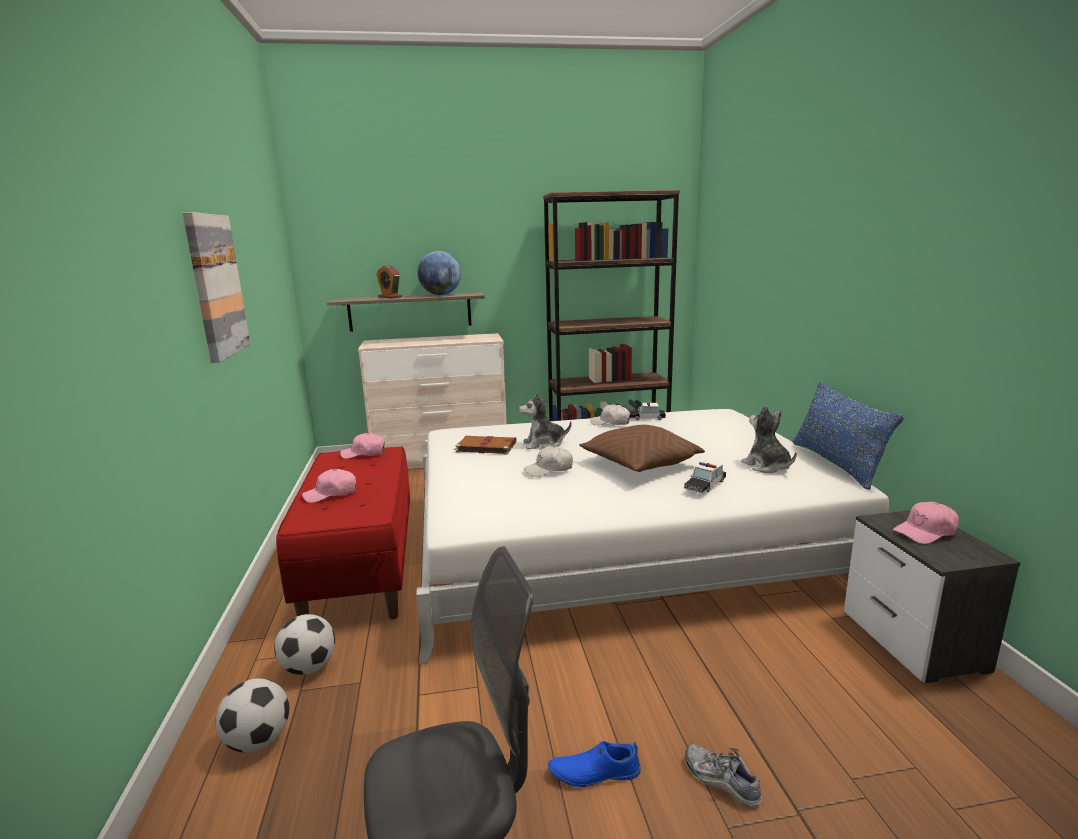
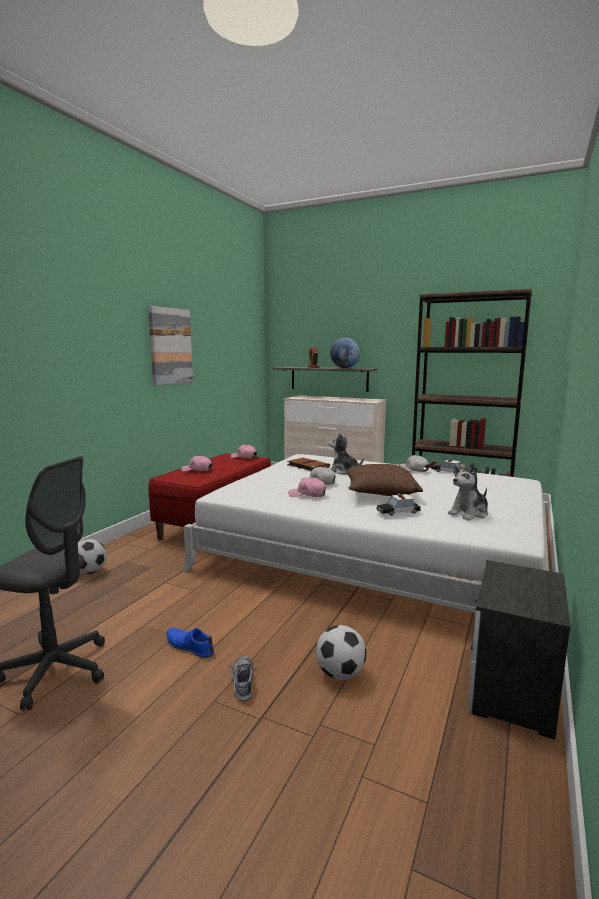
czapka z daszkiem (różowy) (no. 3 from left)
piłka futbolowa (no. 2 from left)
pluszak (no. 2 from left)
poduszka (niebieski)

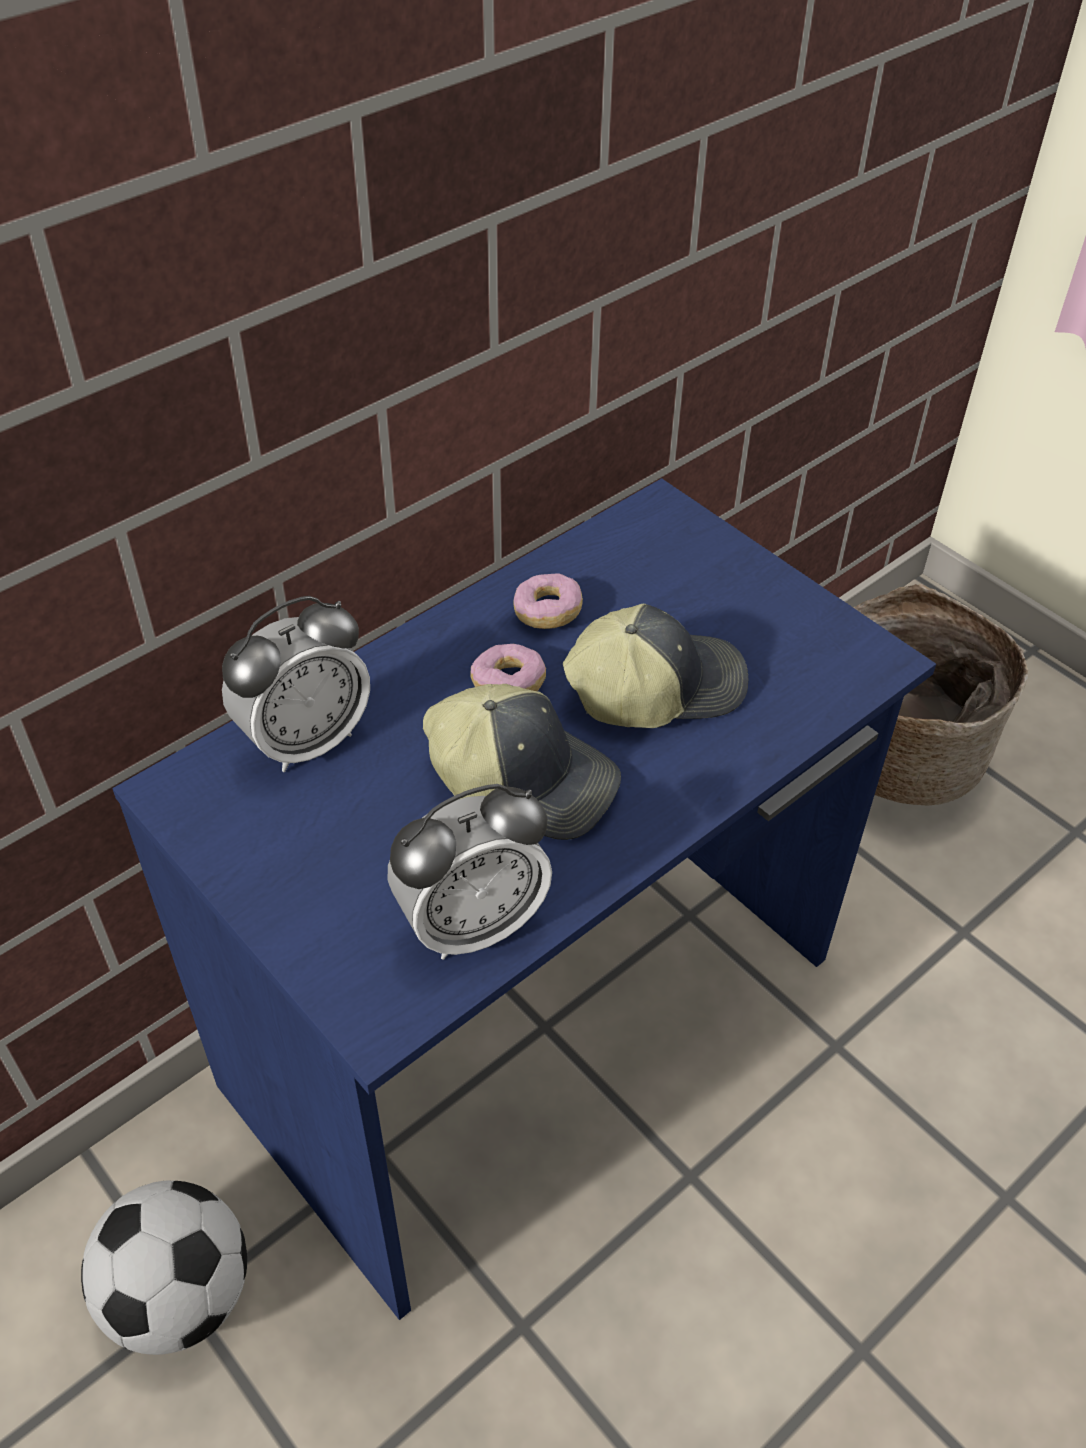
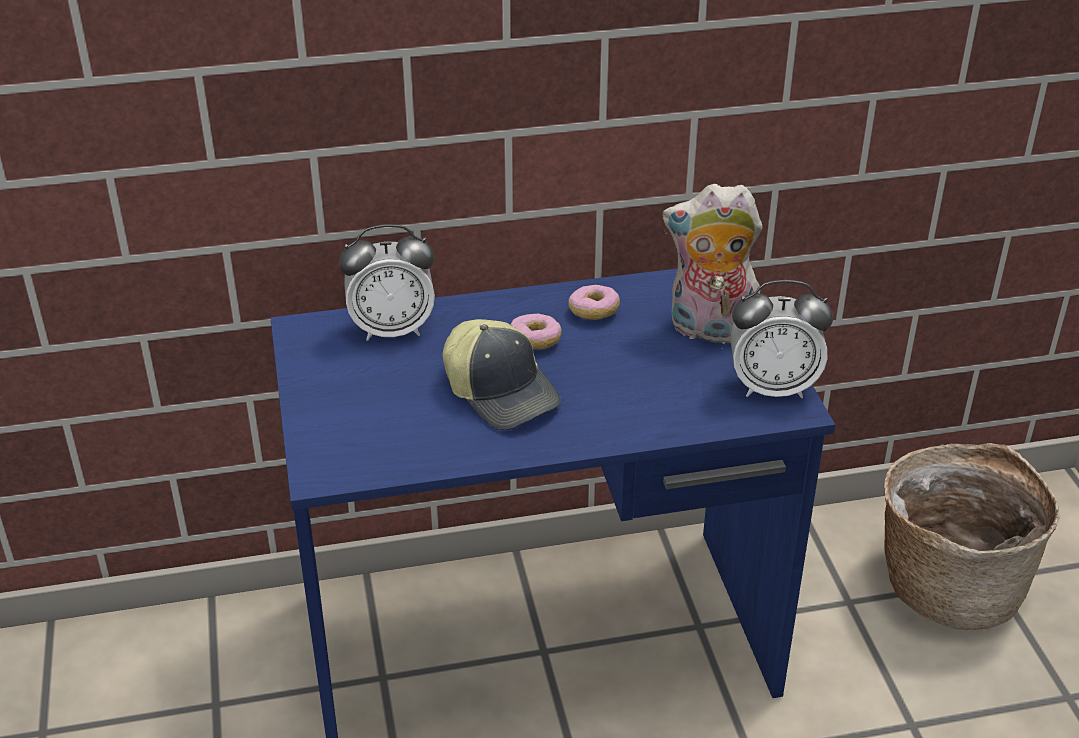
pluszak
budzik (no. 2 from left)
piłka futbolowa
czapka z daszkiem (no. 2 from left in the first image)

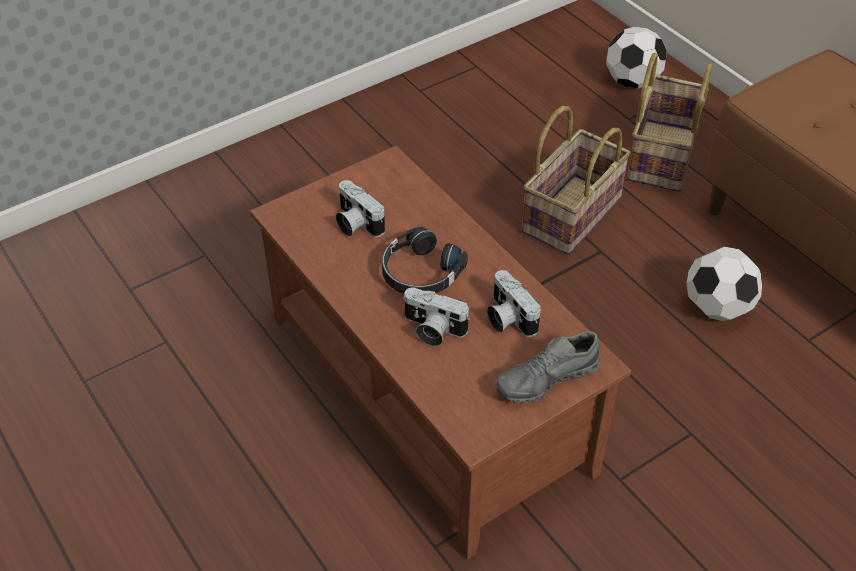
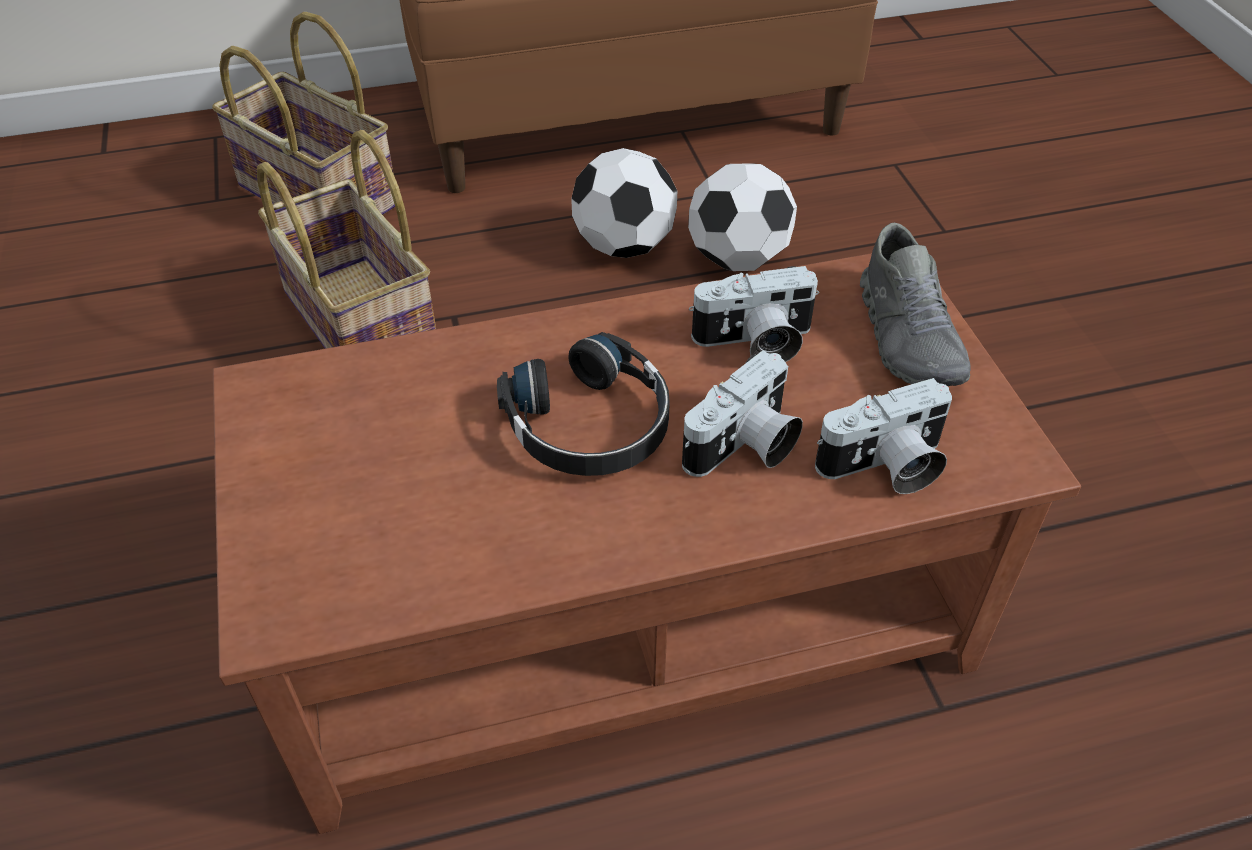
piłka futbolowa (no. 2 from left)
aparat fotograficzny (no. 3 from left)

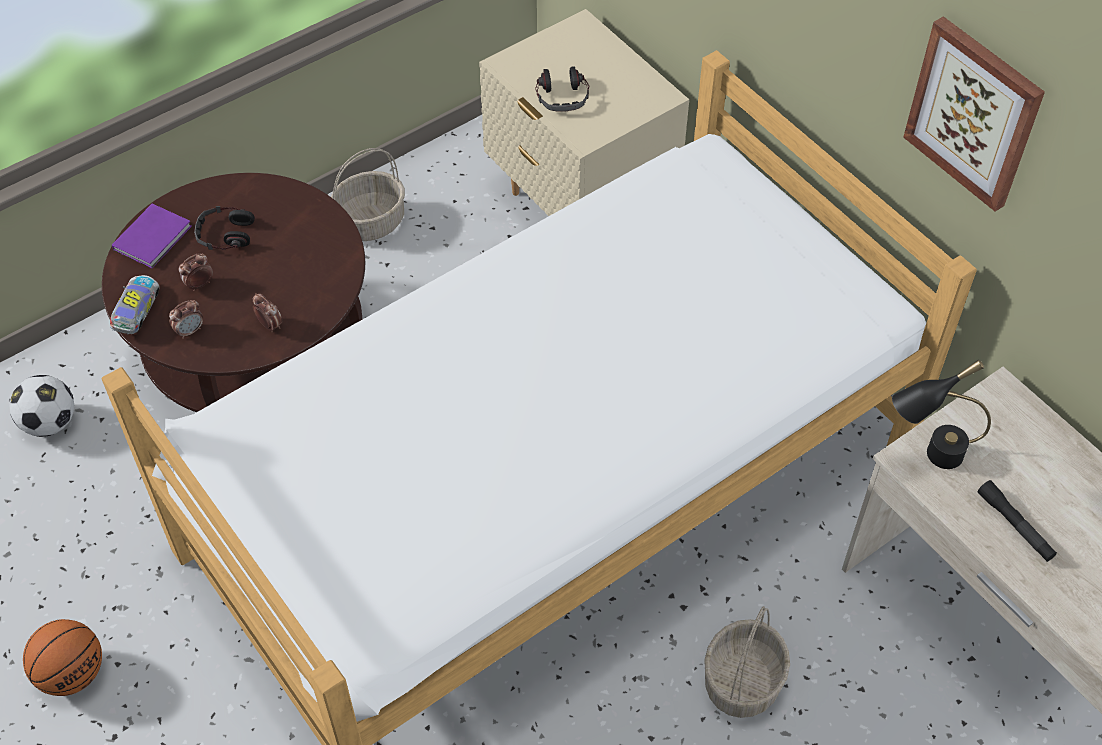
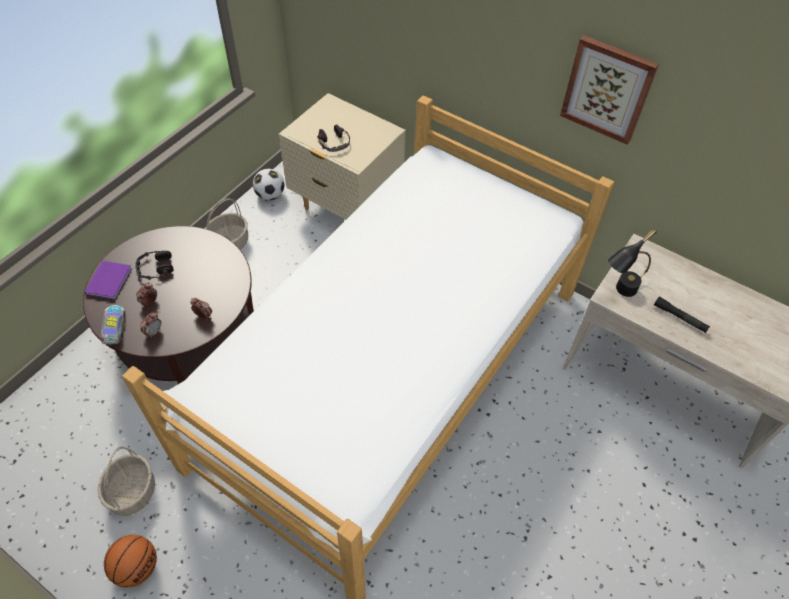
koszyk (no. 1 from left)
piłka futbolowa

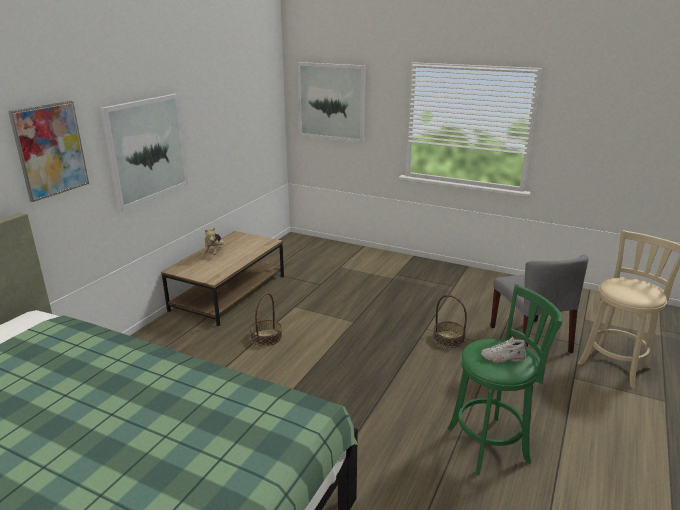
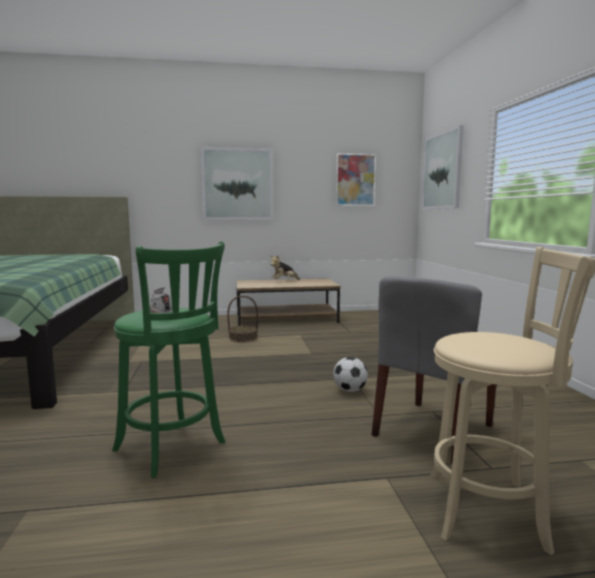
piłka futbolowa
obraz (no. 2 from left)

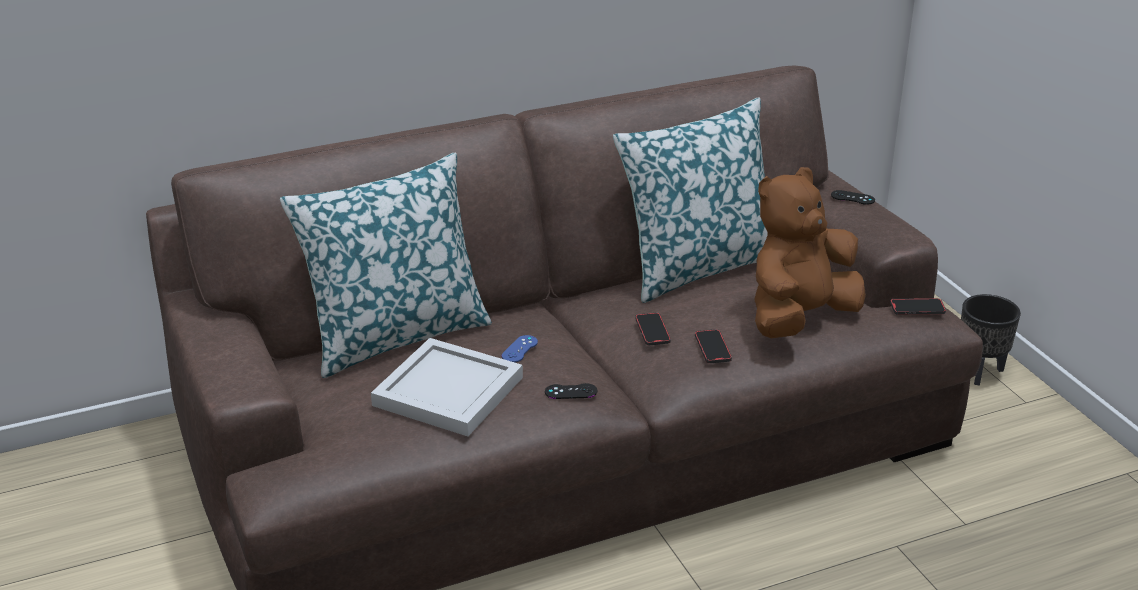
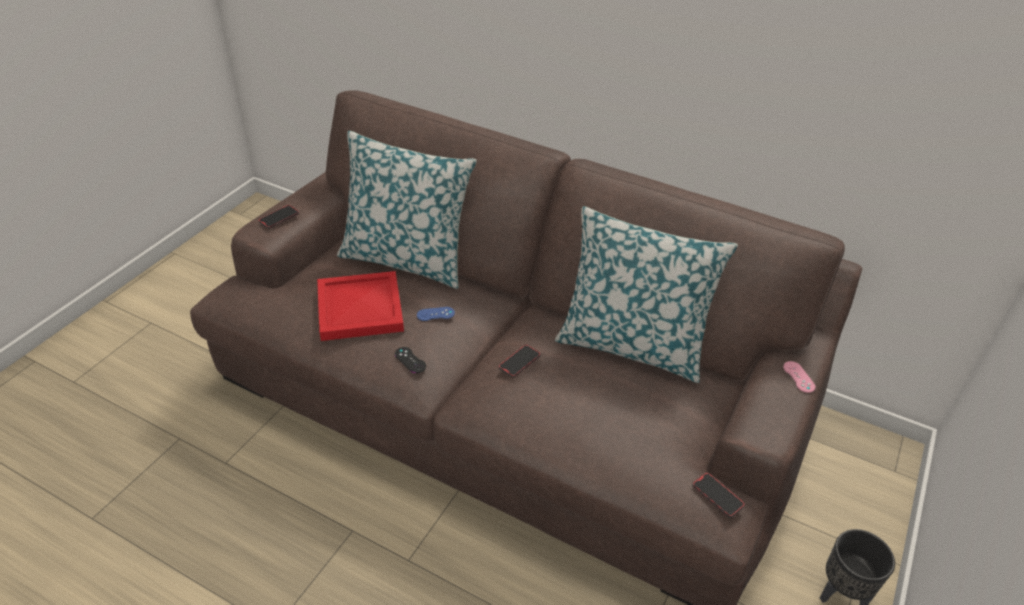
telefon (no. 1 from left)
taca (czerwony)
pad do gier (różowy)
pluszak (brązowy)

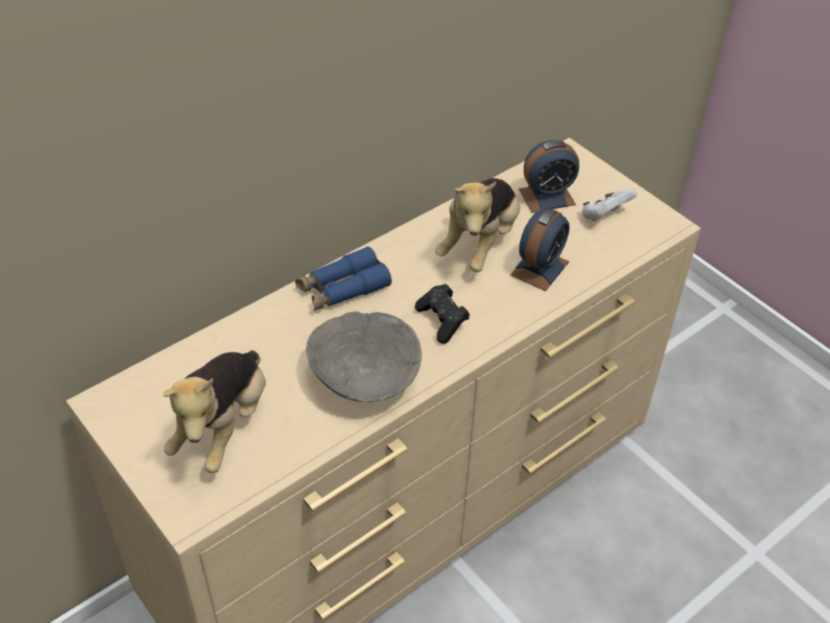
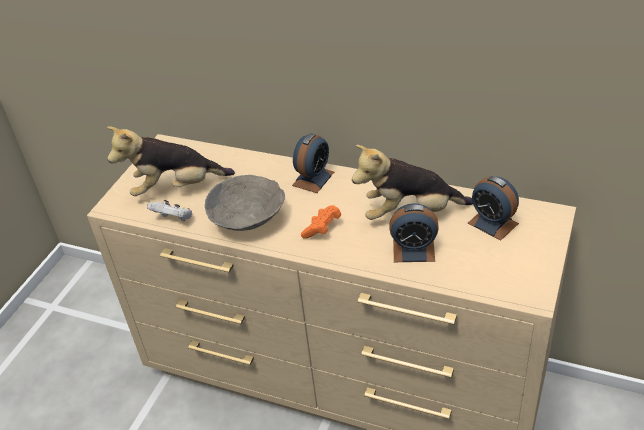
pad do gier (biały)
budzik (no. 1 from left)
pad do gier (pomarańczowy)

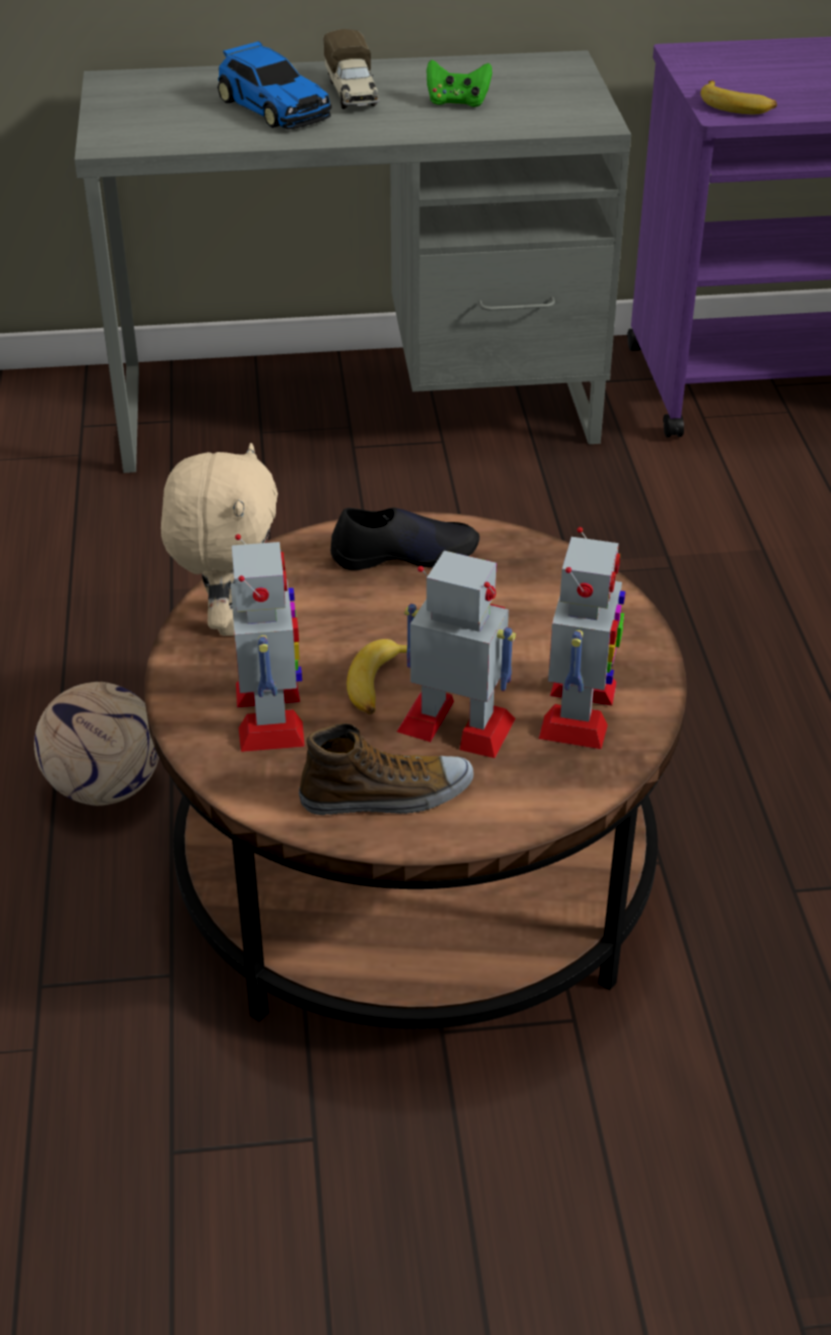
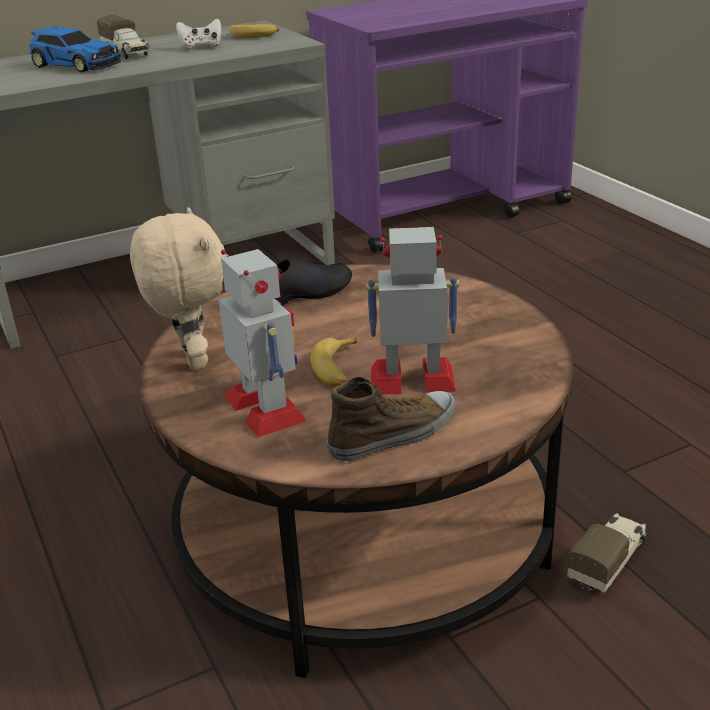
pad do gier (biały)
banan (no. 1 from left)
ciężarówka zabawkowa (no. 2 from left)
piłka futbolowa
robot zabawkowy (no. 3 from left in the first image)

